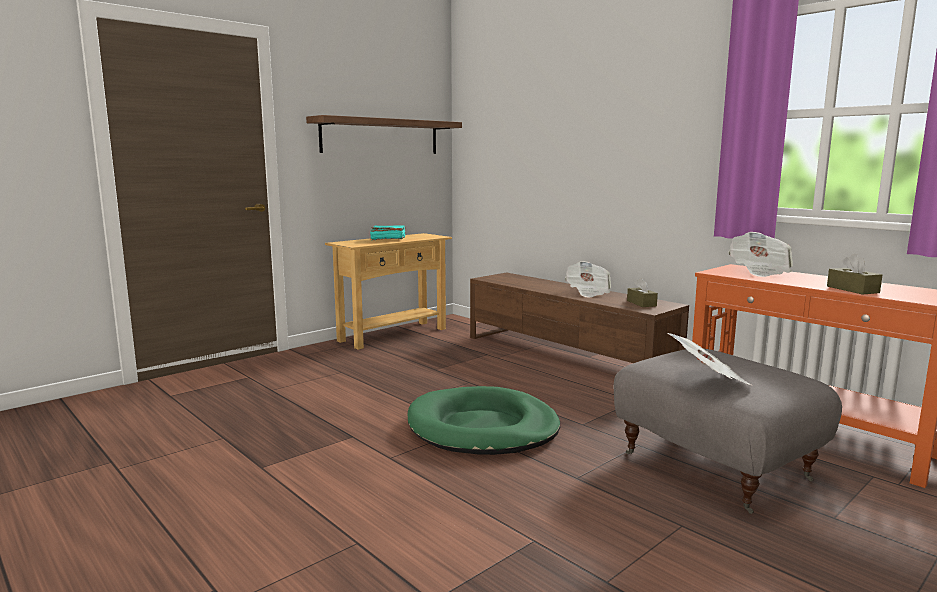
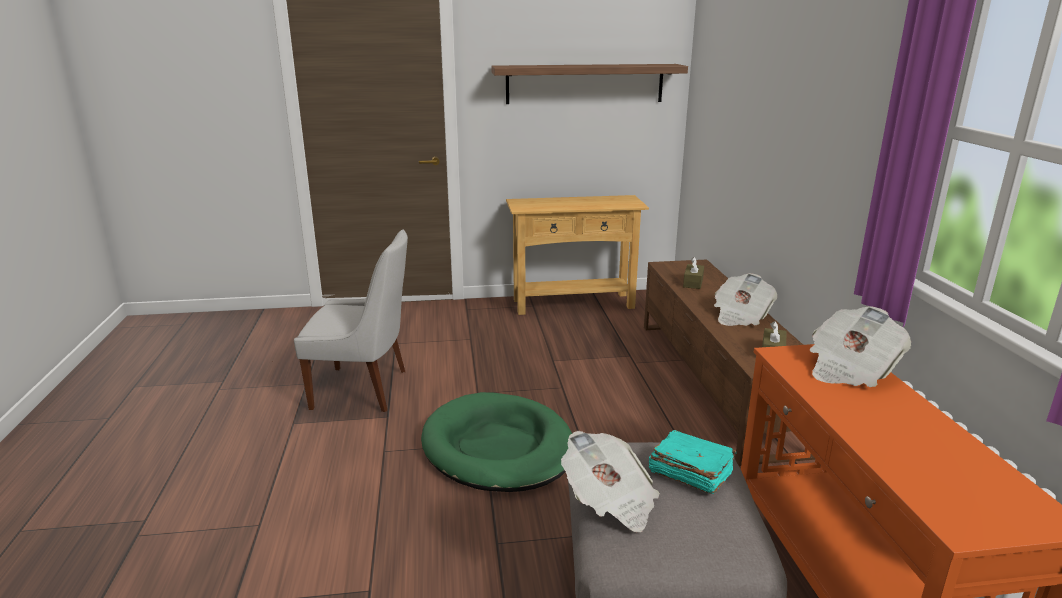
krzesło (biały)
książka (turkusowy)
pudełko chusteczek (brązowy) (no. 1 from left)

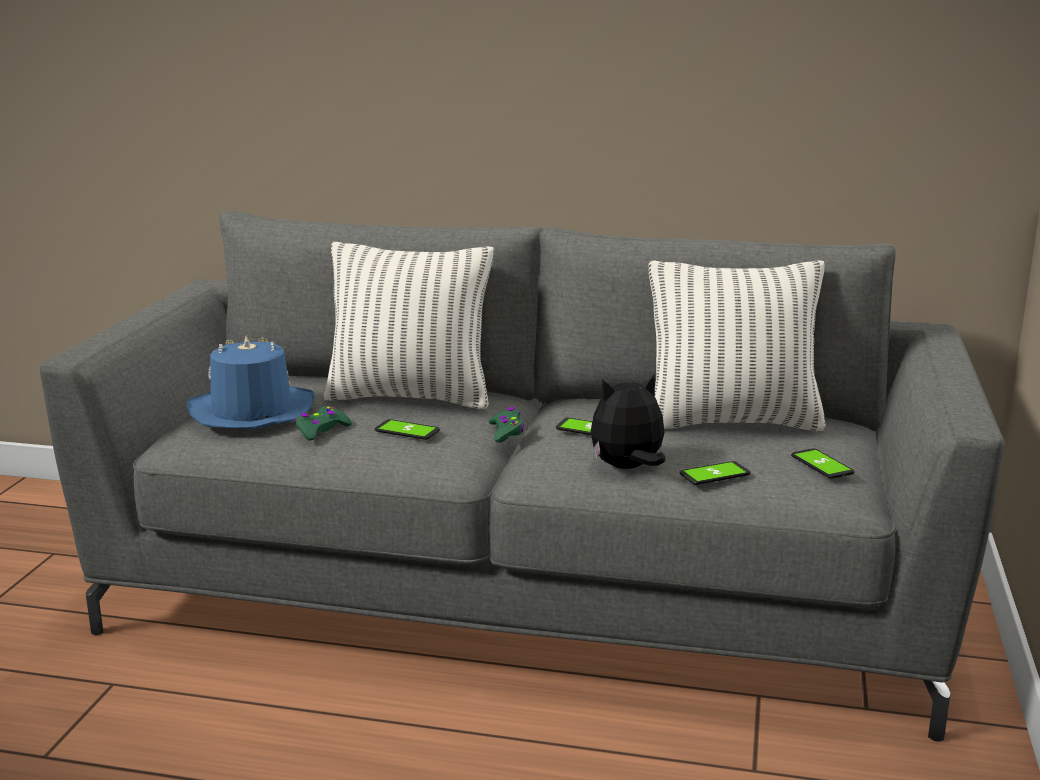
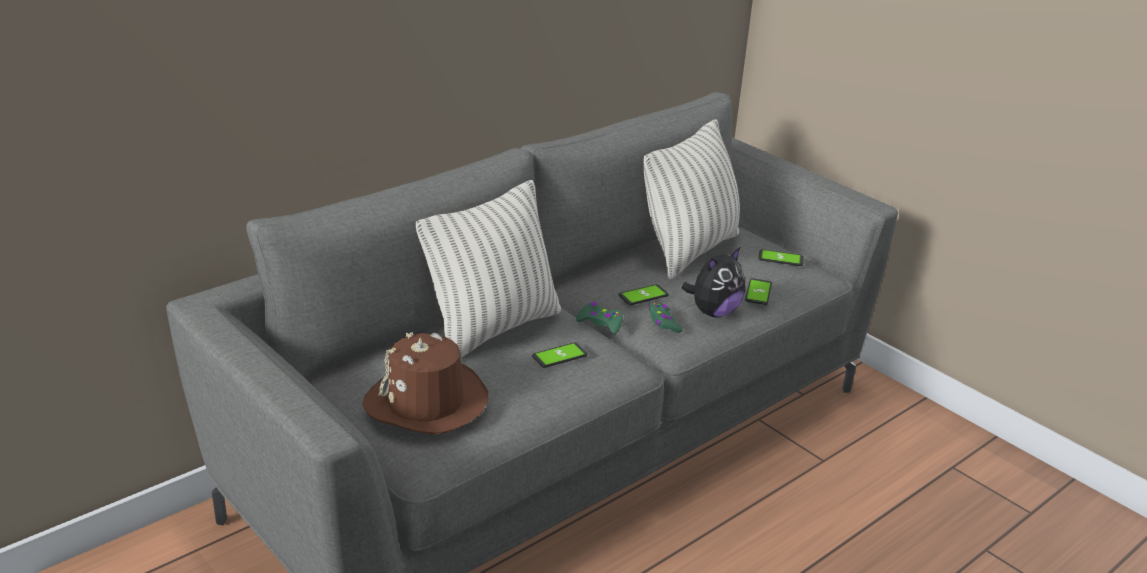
kapelusz (brązowy)
pad do gier (zielony) (no. 2 from left)
pluszak

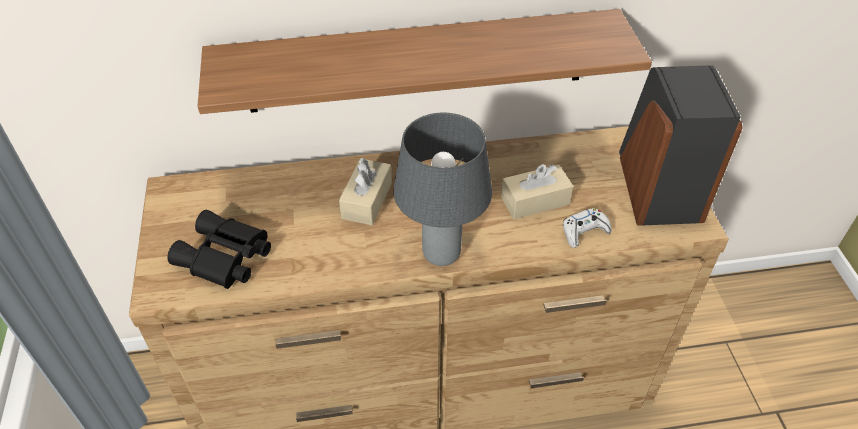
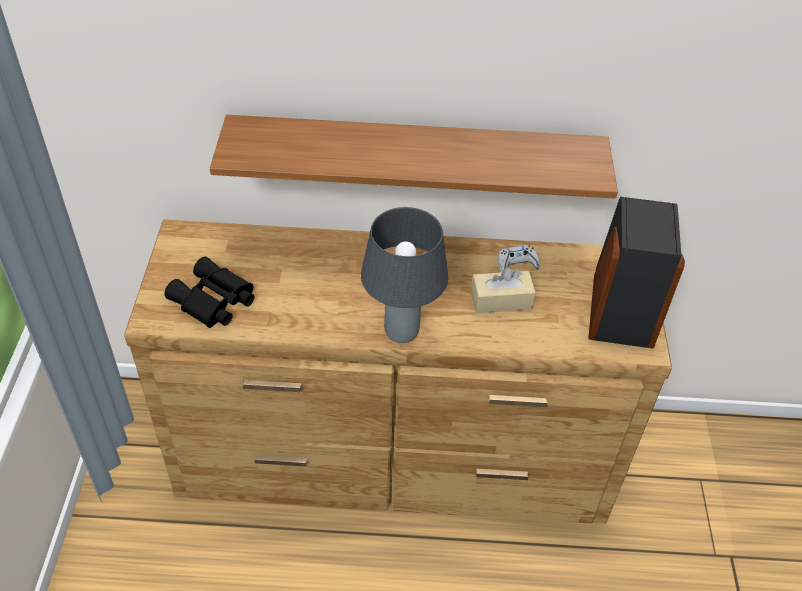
pad do gier (biały)
pudełko chusteczek (beżowy) (no. 1 from left in the first image)

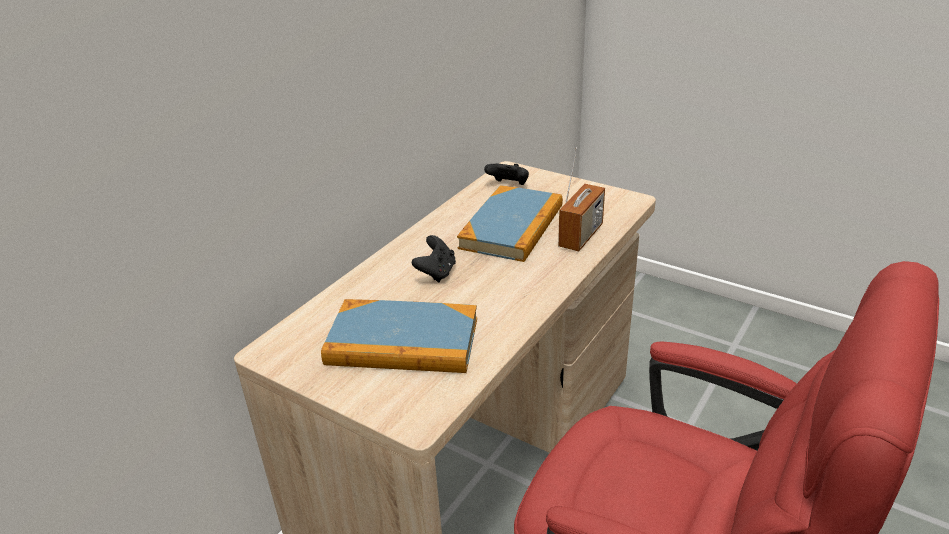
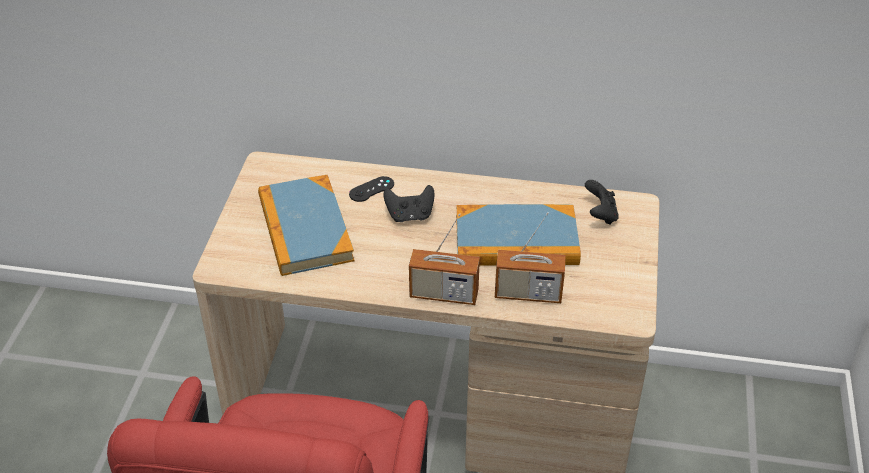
pad do gier (czarny) (no. 1 from left)
radio (no. 1 from left)

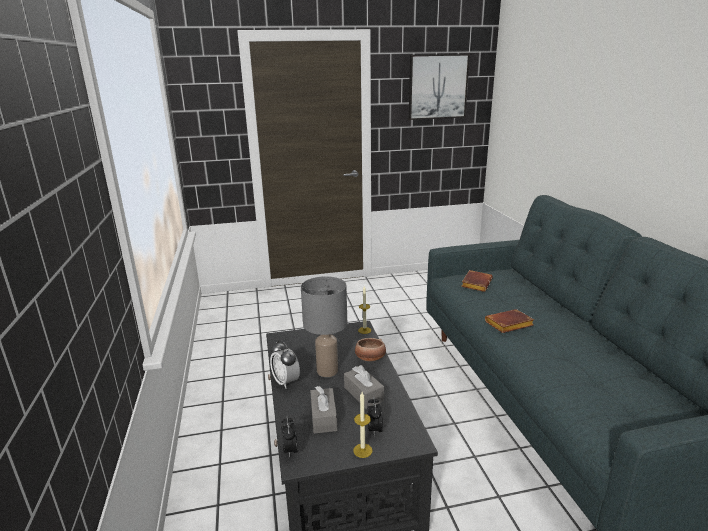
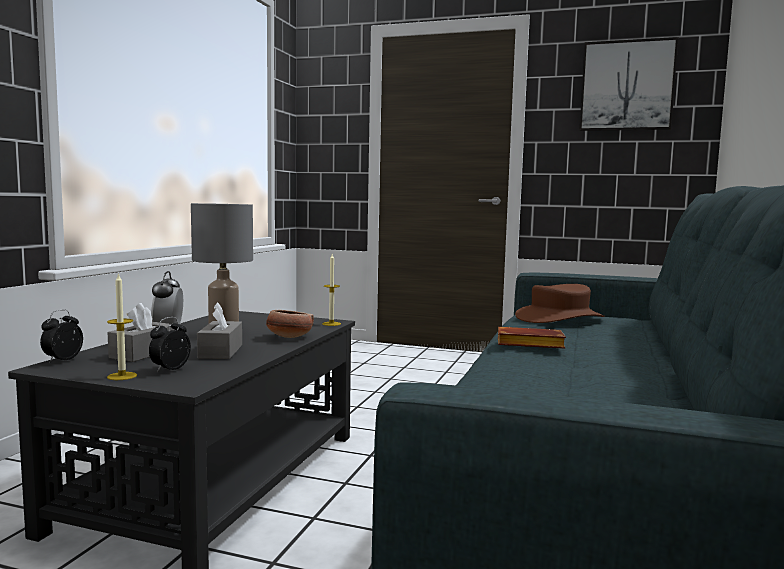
kapelusz (brązowy)

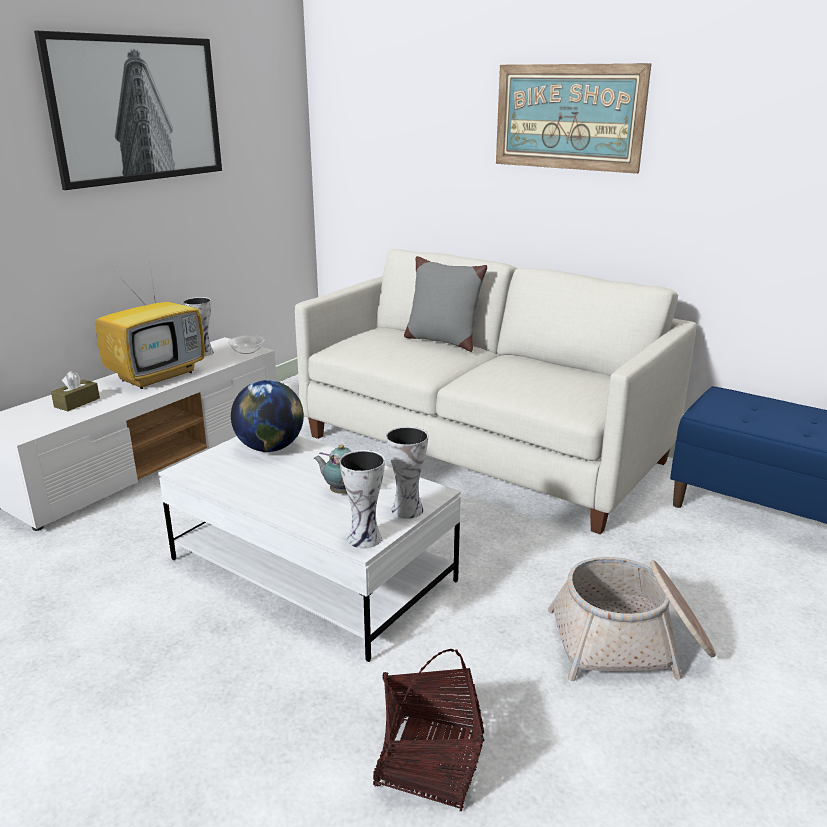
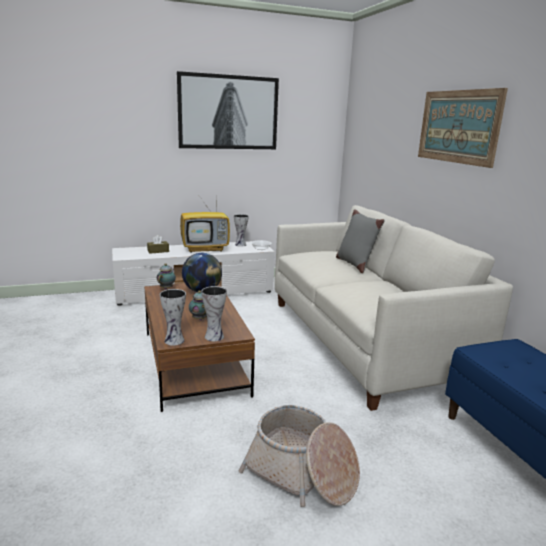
ława (brązowy)
imbryk (no. 1 from left)
koszyk (no. 1 from left in the first image)

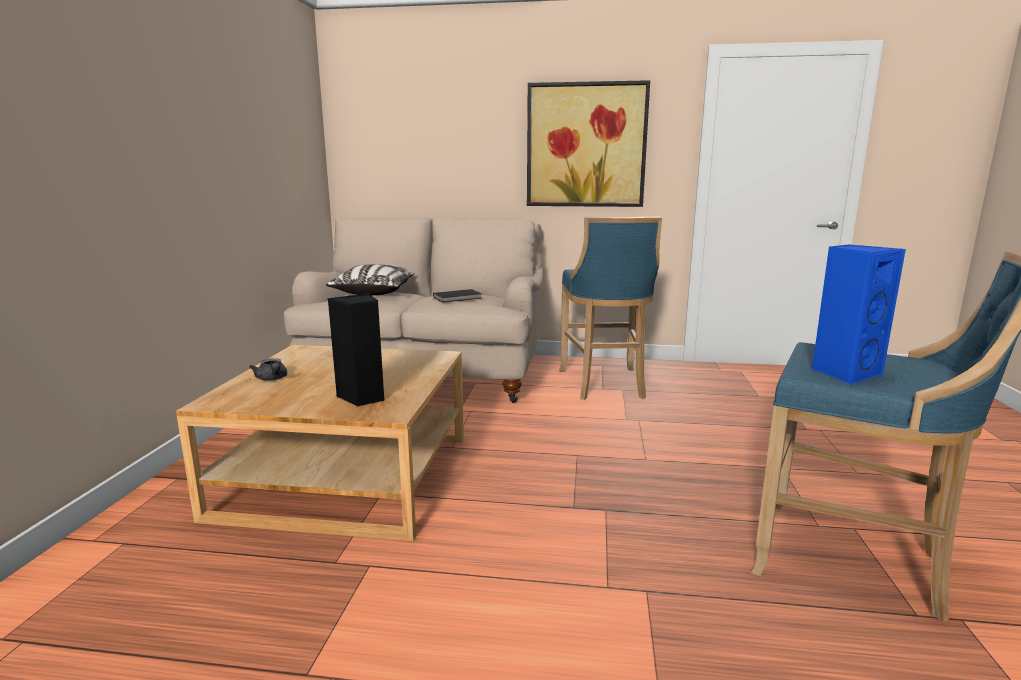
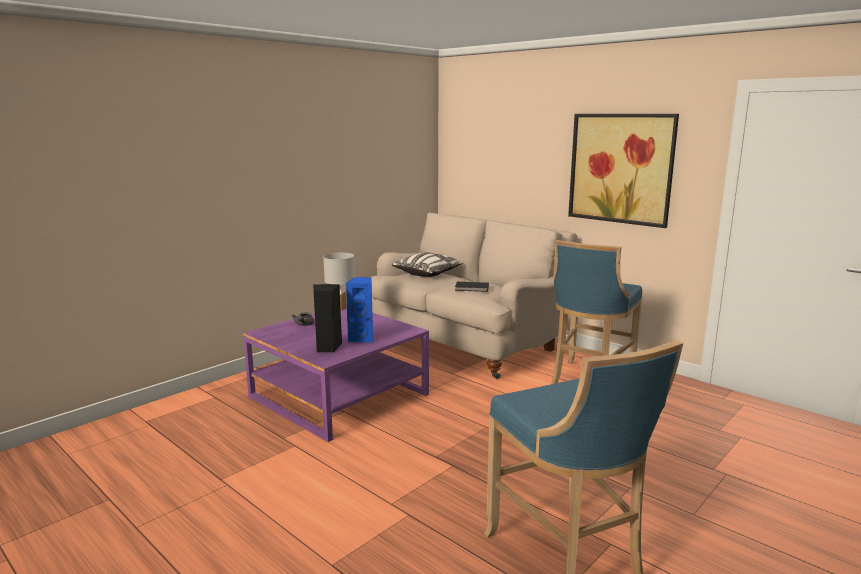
ława (fioletowy)
lampa stołowa (biały)
głośnik (niebieski)

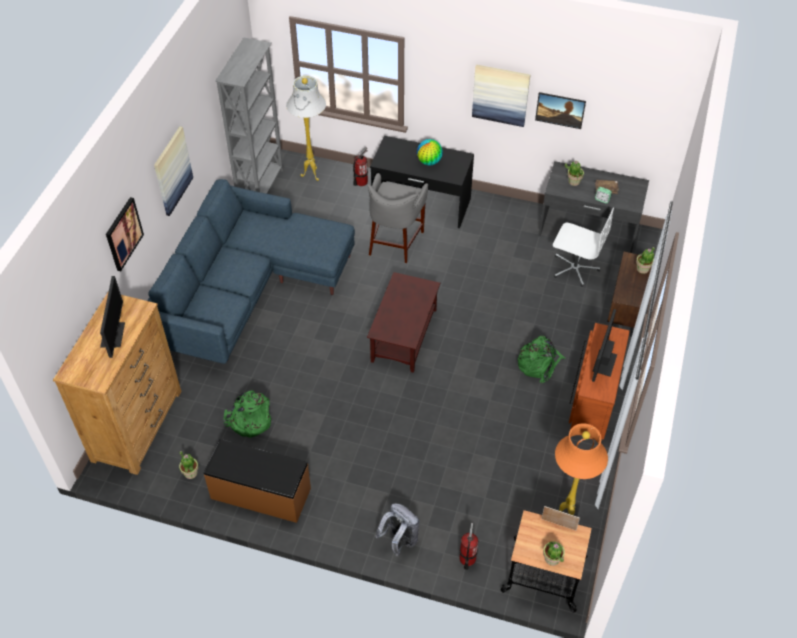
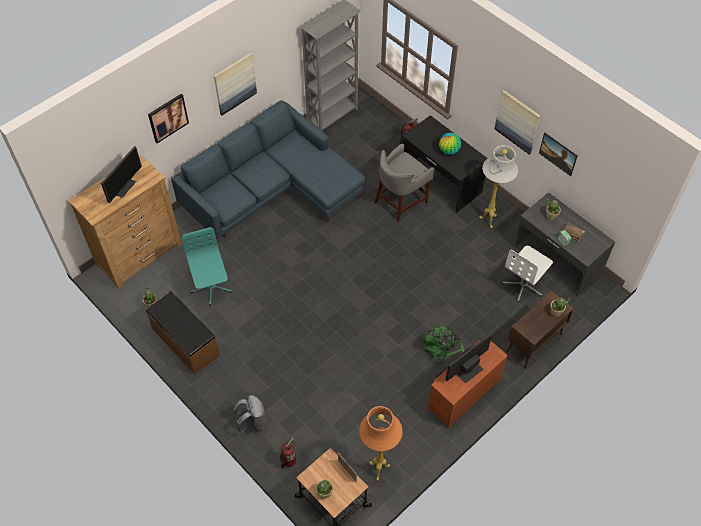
krzesło biurowe (turkusowy)
lampa stojąca (biały)
krzesło biurowe (biały)
ława (brązowy)

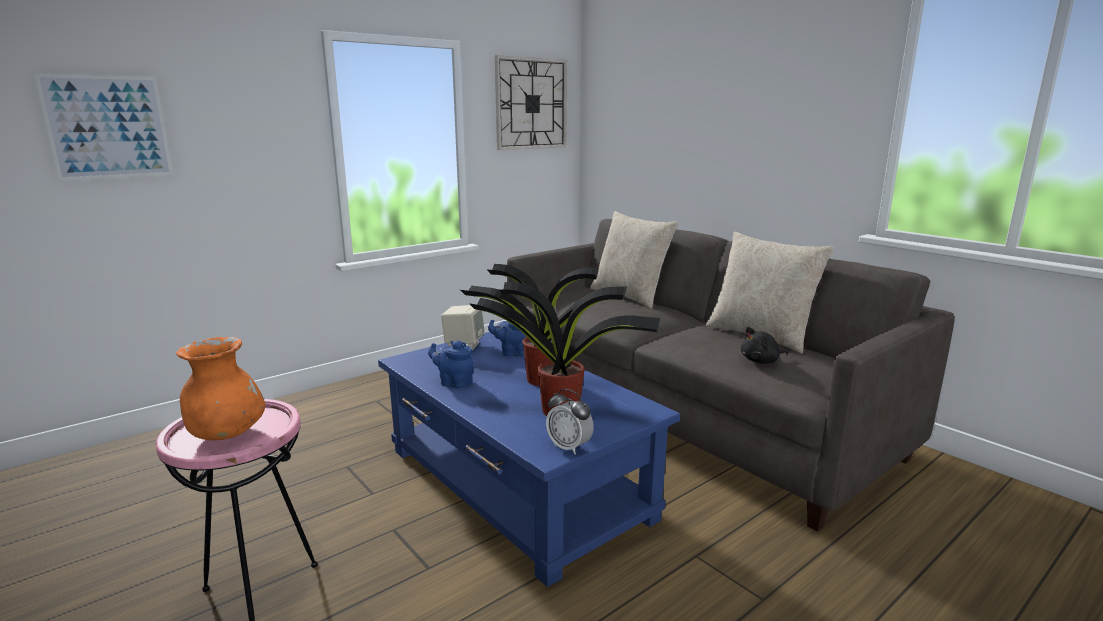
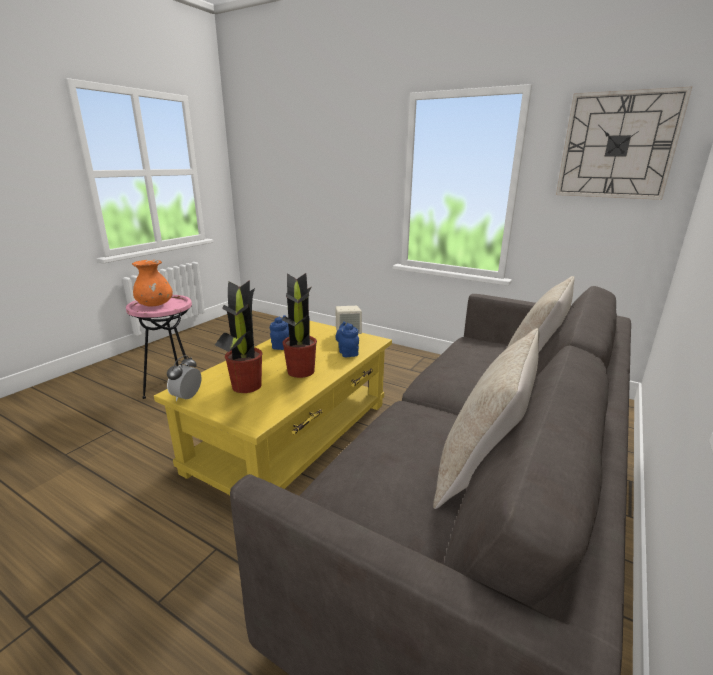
ława (żółty)
obraz
pluszak (czarny)

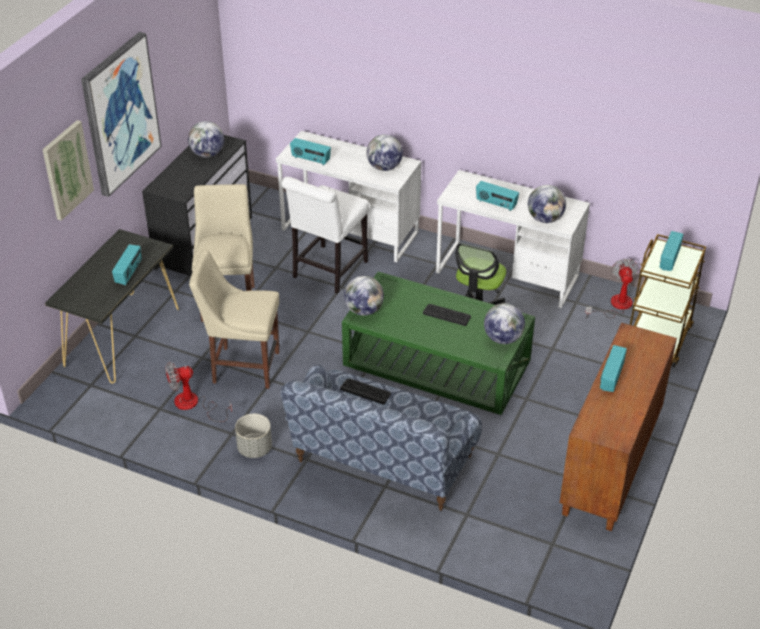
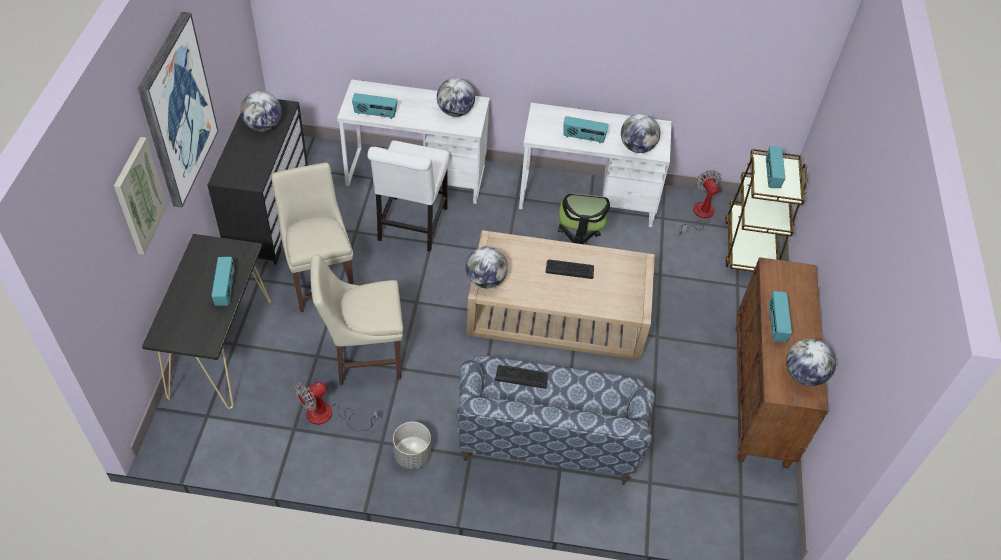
ława (beżowy)
globus (no. 5 from left)

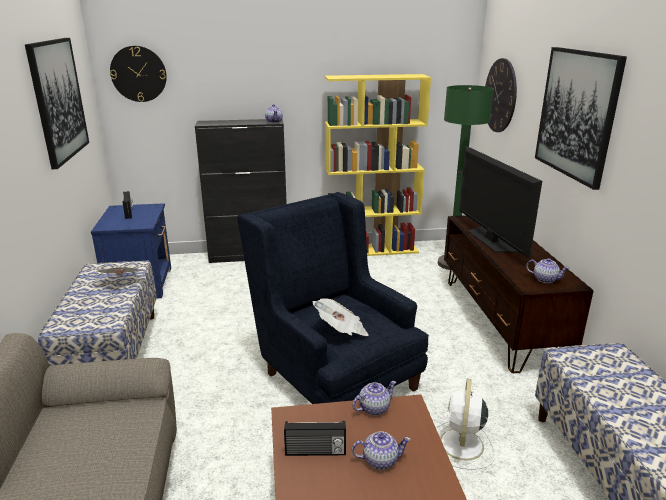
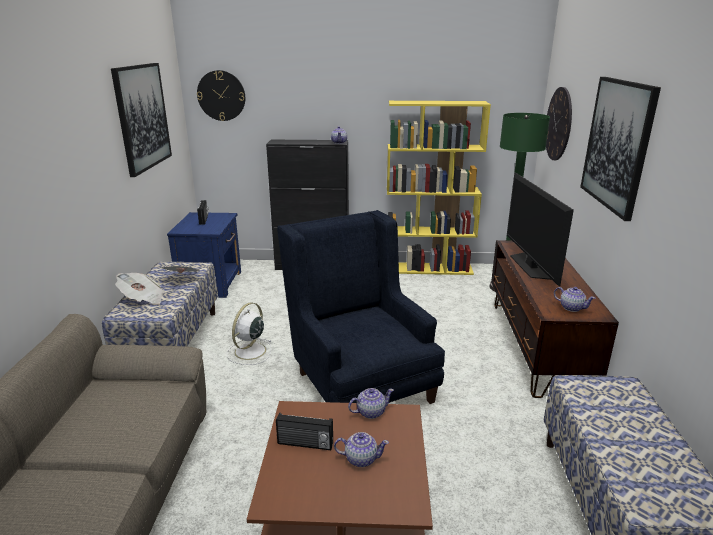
gazeta (no. 1 from left)
wentylator (biały)

